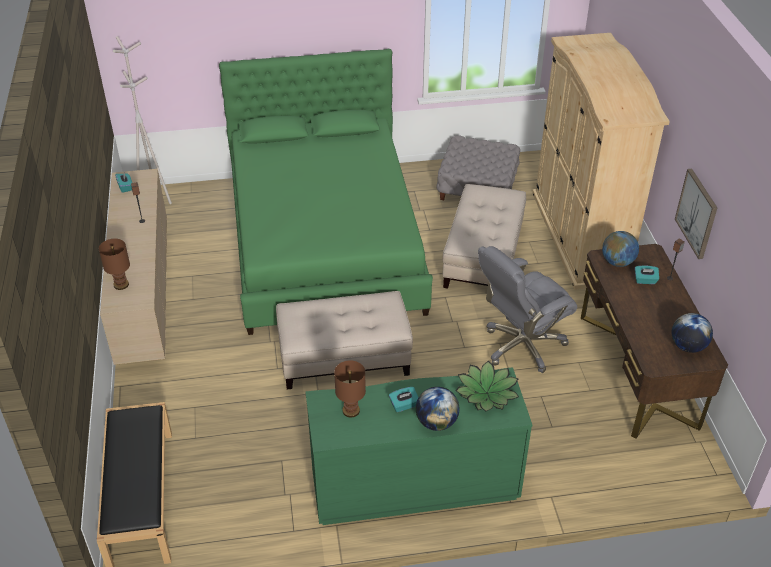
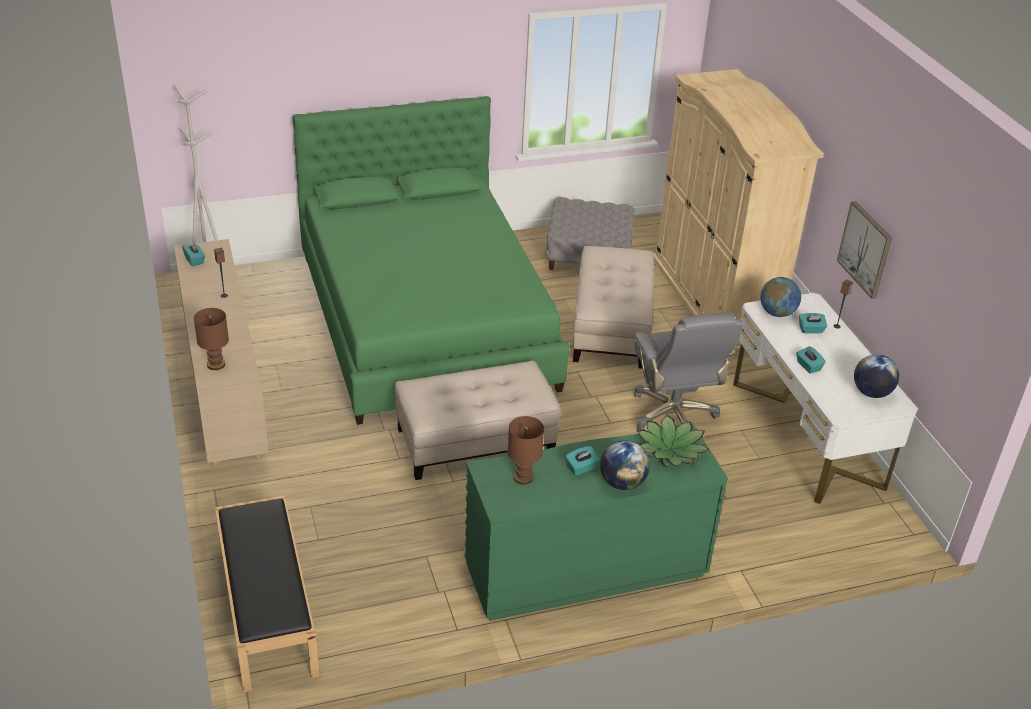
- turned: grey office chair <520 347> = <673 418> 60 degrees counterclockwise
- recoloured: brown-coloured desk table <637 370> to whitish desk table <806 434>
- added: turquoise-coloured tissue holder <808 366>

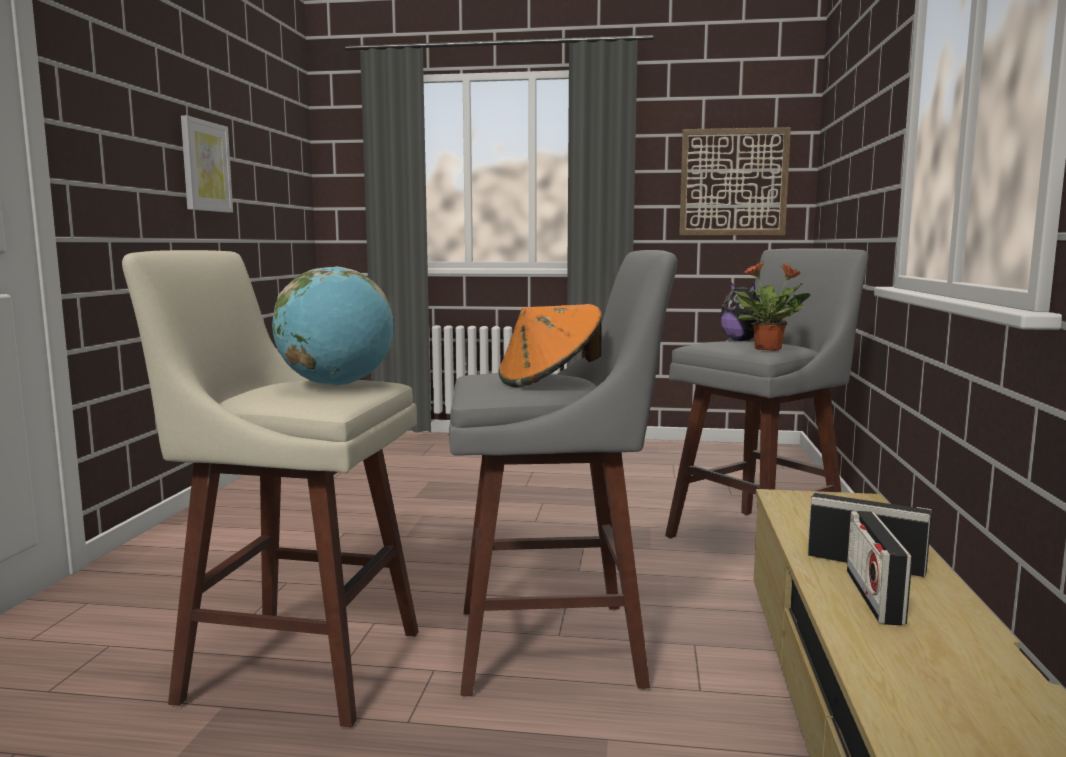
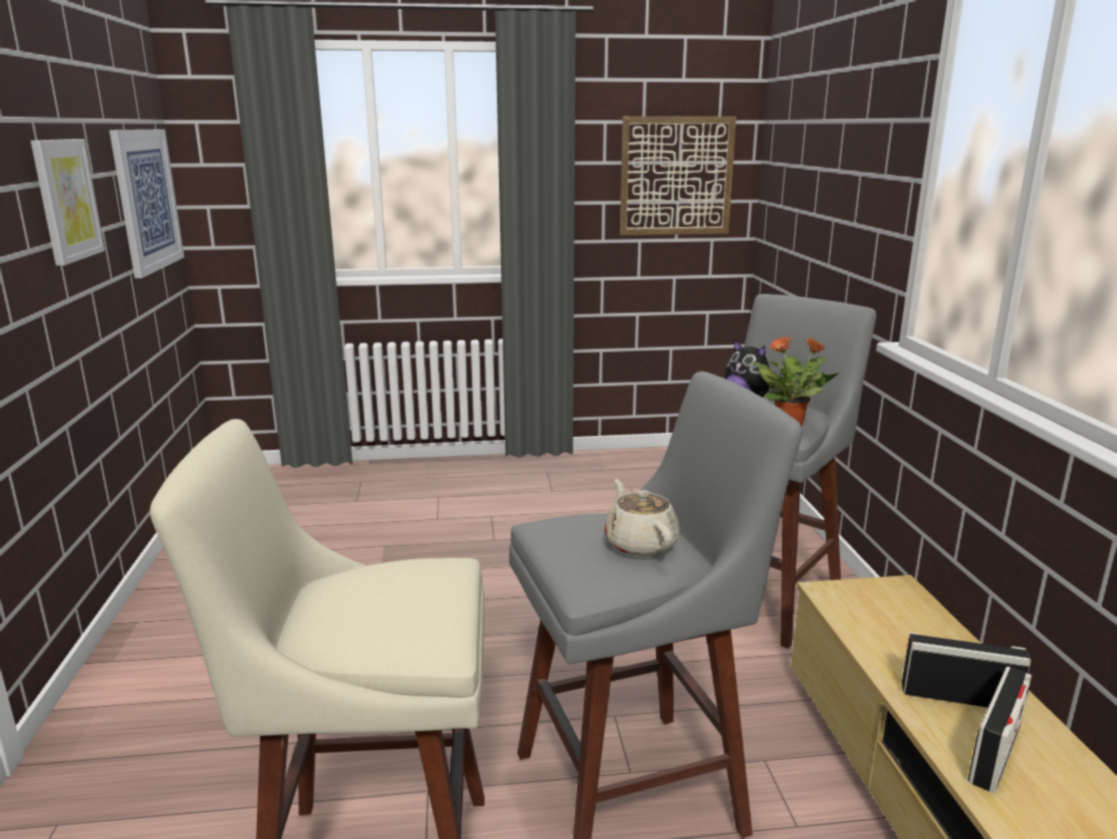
- added: picture <147 200>
- replaced: orangey clothing hat <549 382> to beige-coloured pot for tea <640 544>
- turned: radio receiver <874 597> = <994 754> 135 degrees counterclockwise
- removed: globe <337 385>

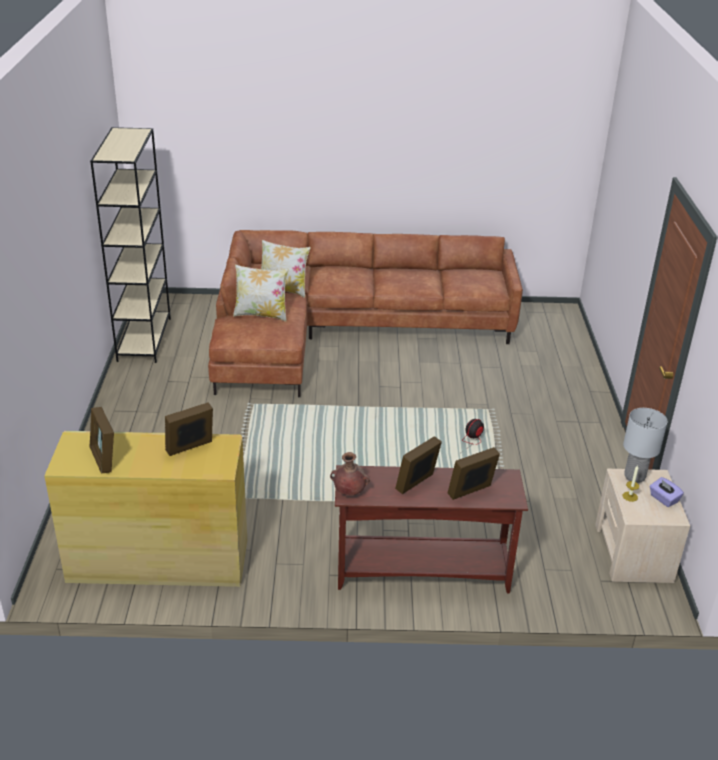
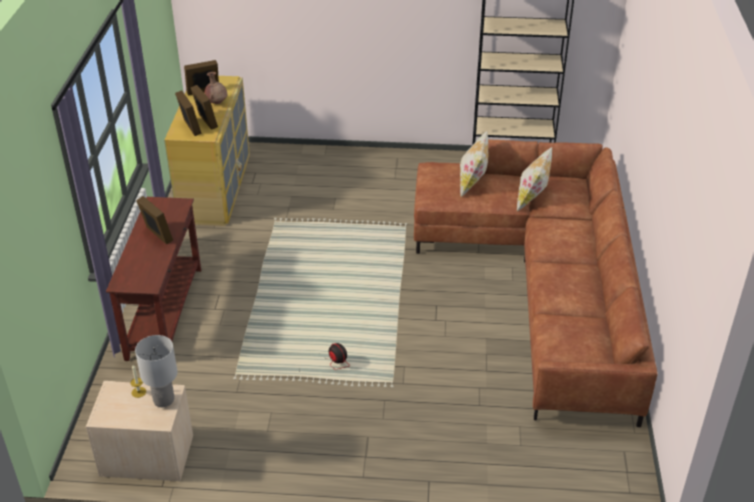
- moved: picture frame <471 492> to <190 128>
- moved: brown-coloured vase <349 491> to <217 103>
- removed: purplish tissue holder <663 499>

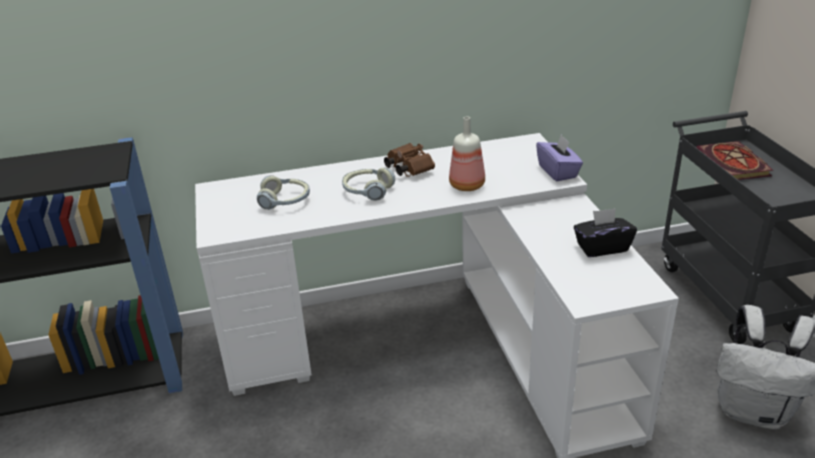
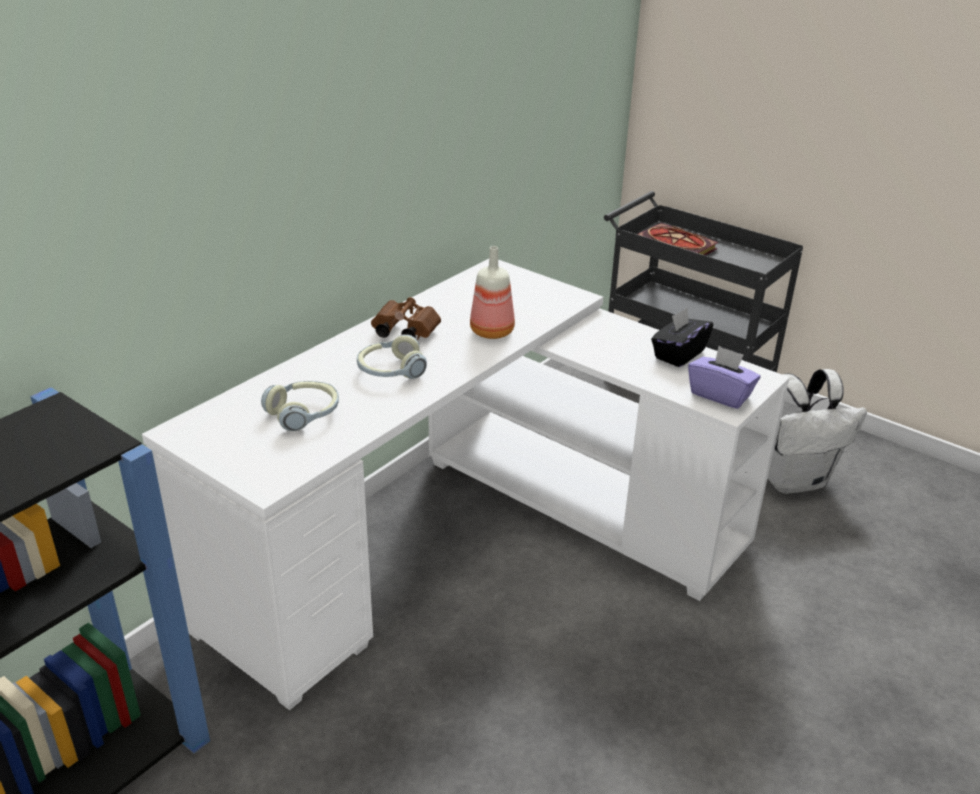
- moved: purplish tissue holder <558 171> to <720 395>

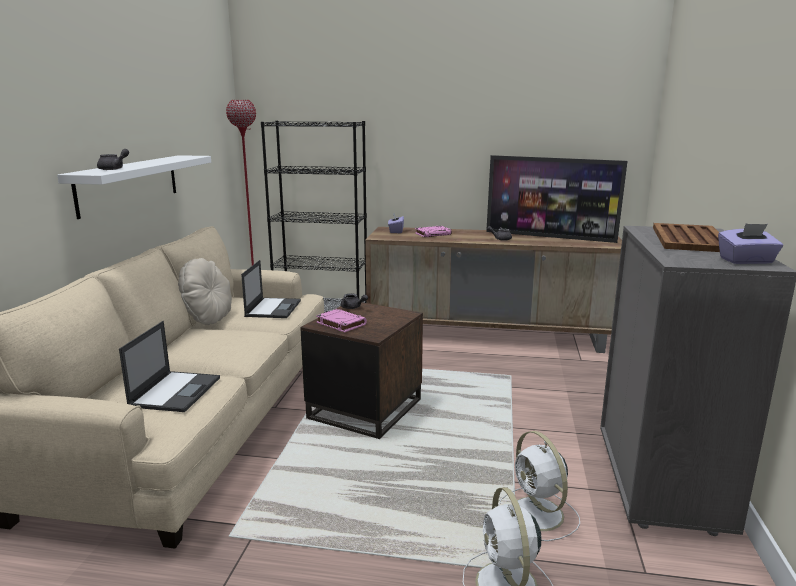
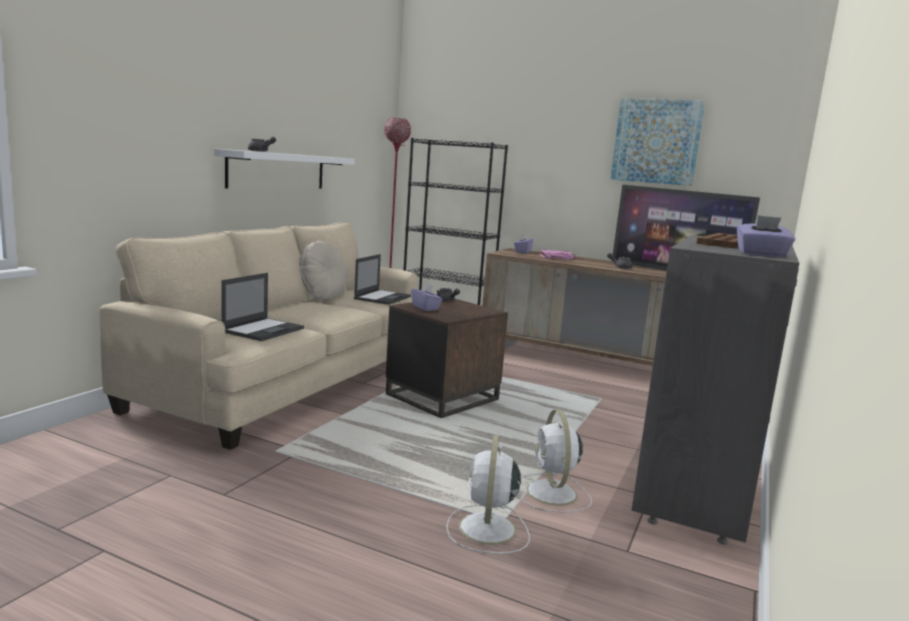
- replaced: pink bound book <340 323> to purplish tissue holder <426 308>
- added: picture <656 141>

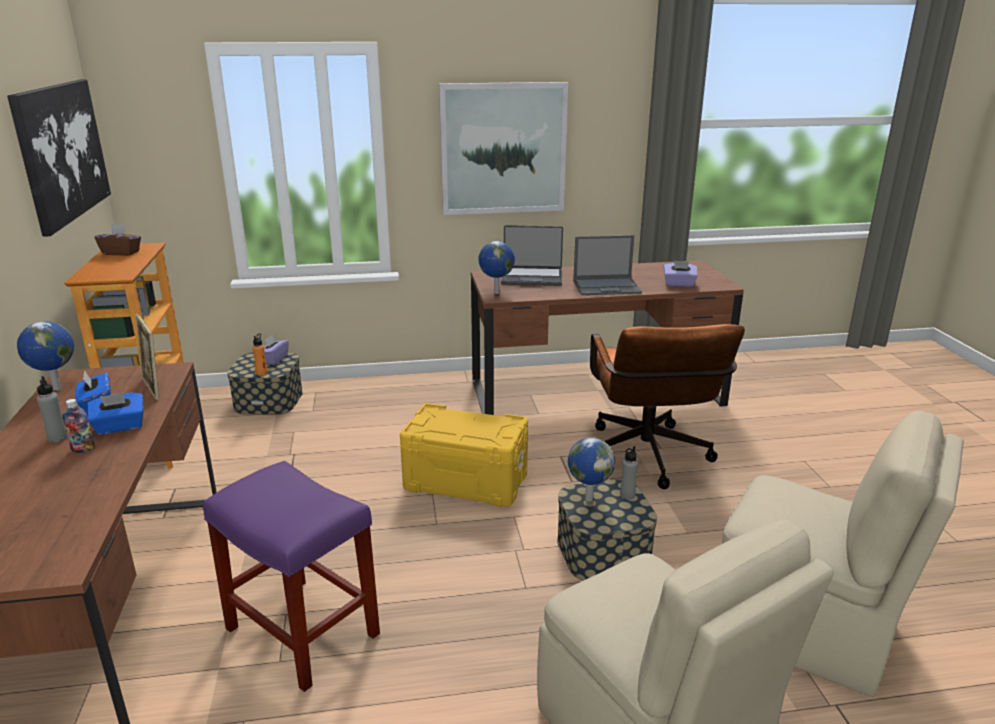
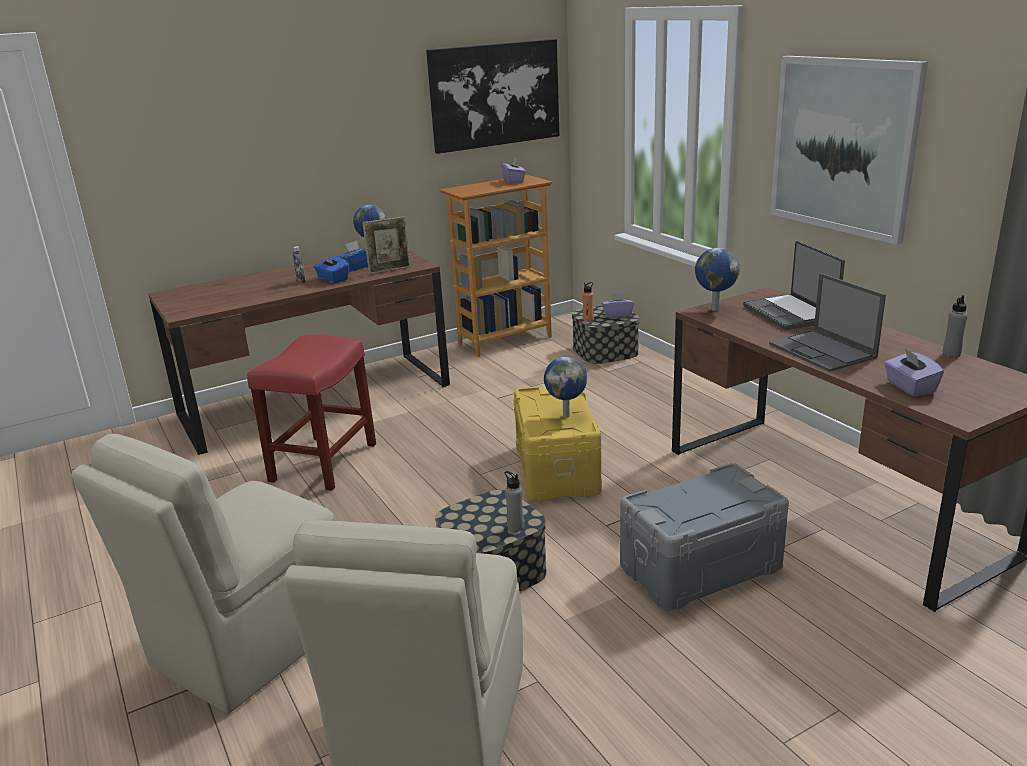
- recoloured: purplish stool <304 632> to red stool <323 463>
- turned: picture frame <153 388> = <390 270> 150 degrees counterclockwise
- recoloured: brown-coloured tissue holder <121 253> to purplish tissue holder <513 181>
- moved: globe <588 498> to <567 415>
- replaced: brown-coloured office chair <648 460> to grey storage box <699 567>
- moved: grey drink bottle <58 438> to <951 354>

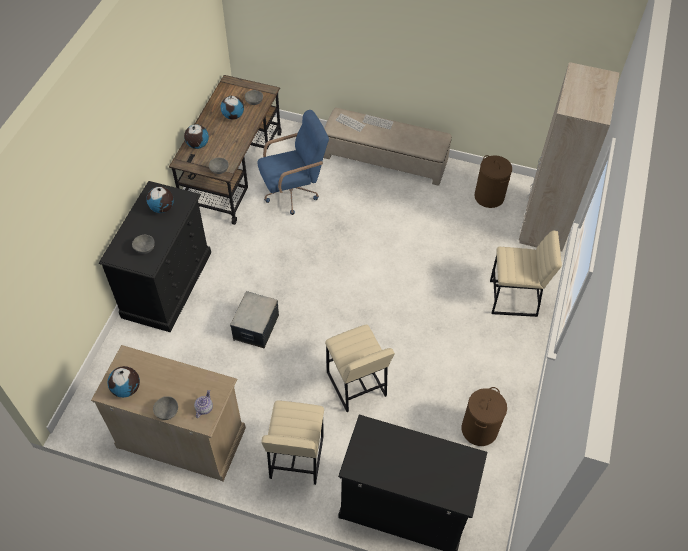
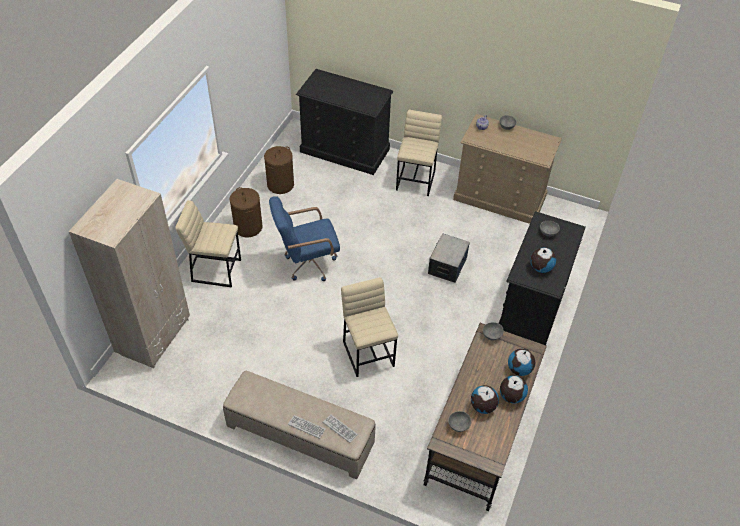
- moved: brown-coloured hamper <489 197> to <248 227>
- moved: bluish office chair <294 194> to <307 265>
- moved: beige-coloured plain chair <357 385> to <368 352>
- moved: globe <127 389> to <511 396>

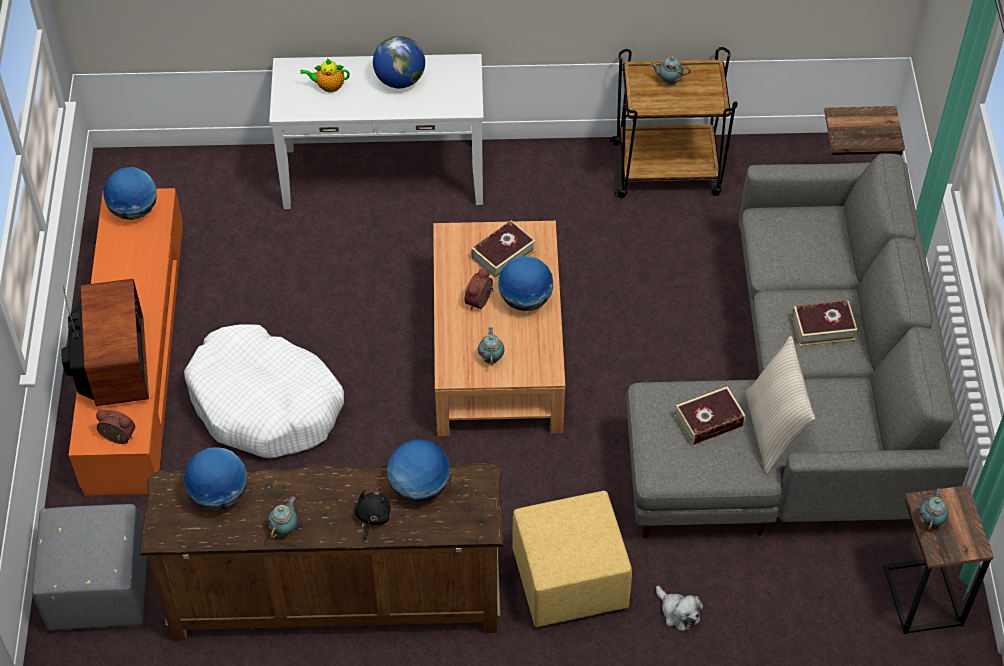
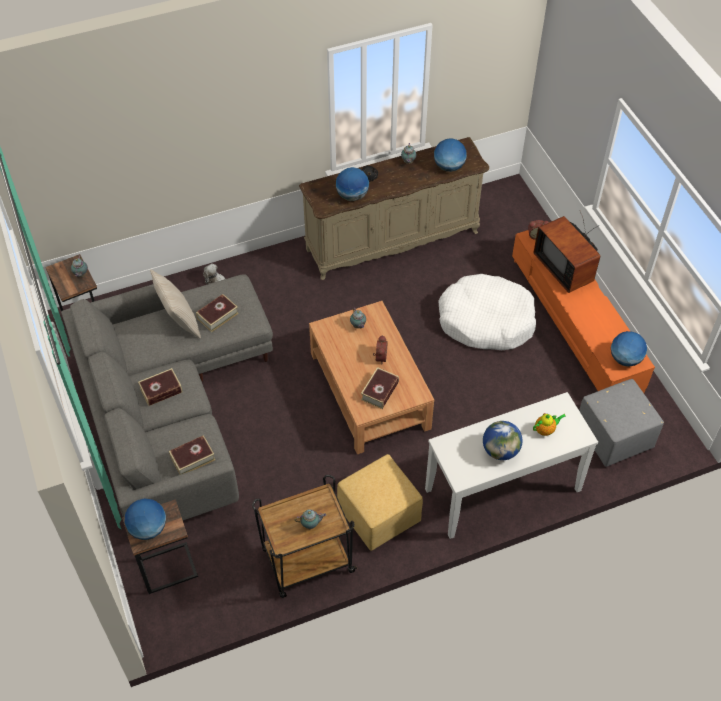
- moved: globe <525 300> to <148 528>
- added: bound book <192 458>
- moved: yellowish ottoman <569 578> to <379 516>
- moved: grey ottoman <97 588> to <615 436>

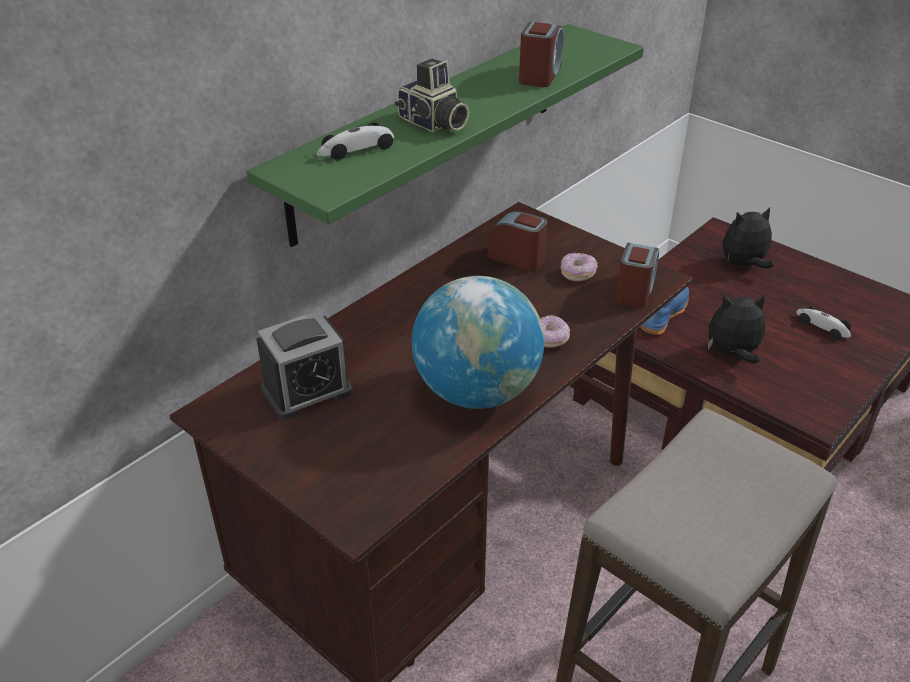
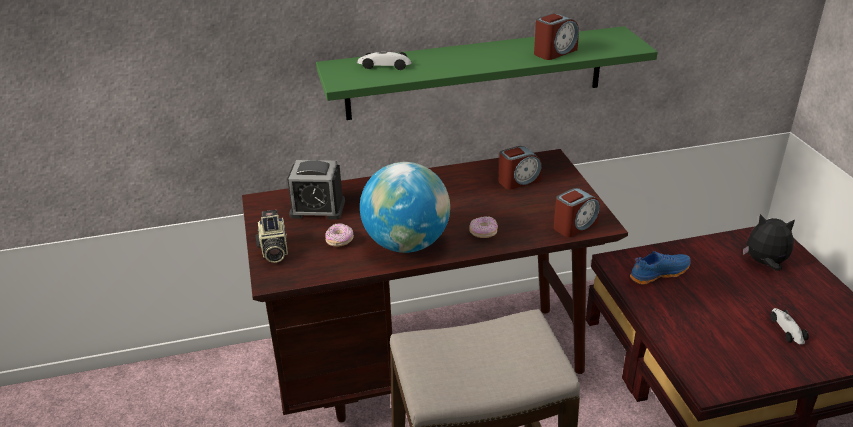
- moved: still camera <432 123> to <273 250>
- moved: donut <577 274> to <340 241>
- turned: bedside clock <517 258> = <519 181> 90 degrees clockwise
- removed: plush toy <732 354>

